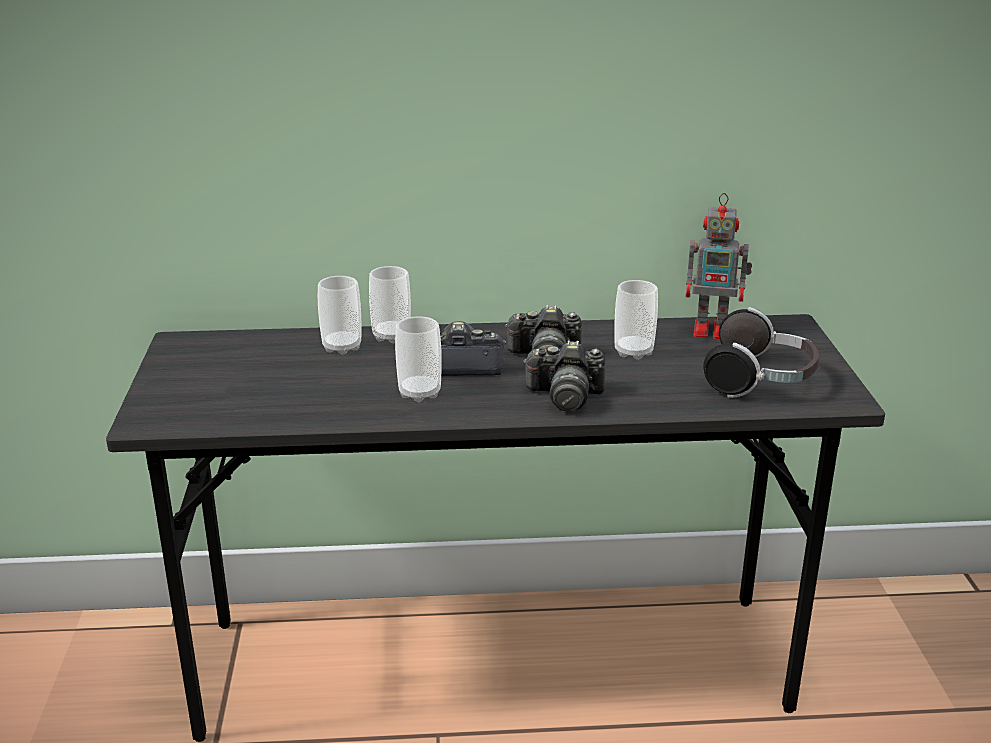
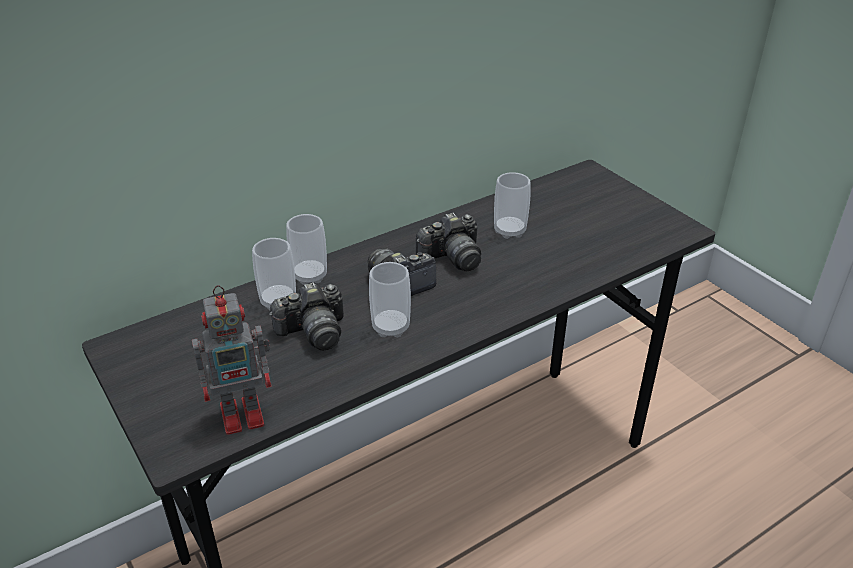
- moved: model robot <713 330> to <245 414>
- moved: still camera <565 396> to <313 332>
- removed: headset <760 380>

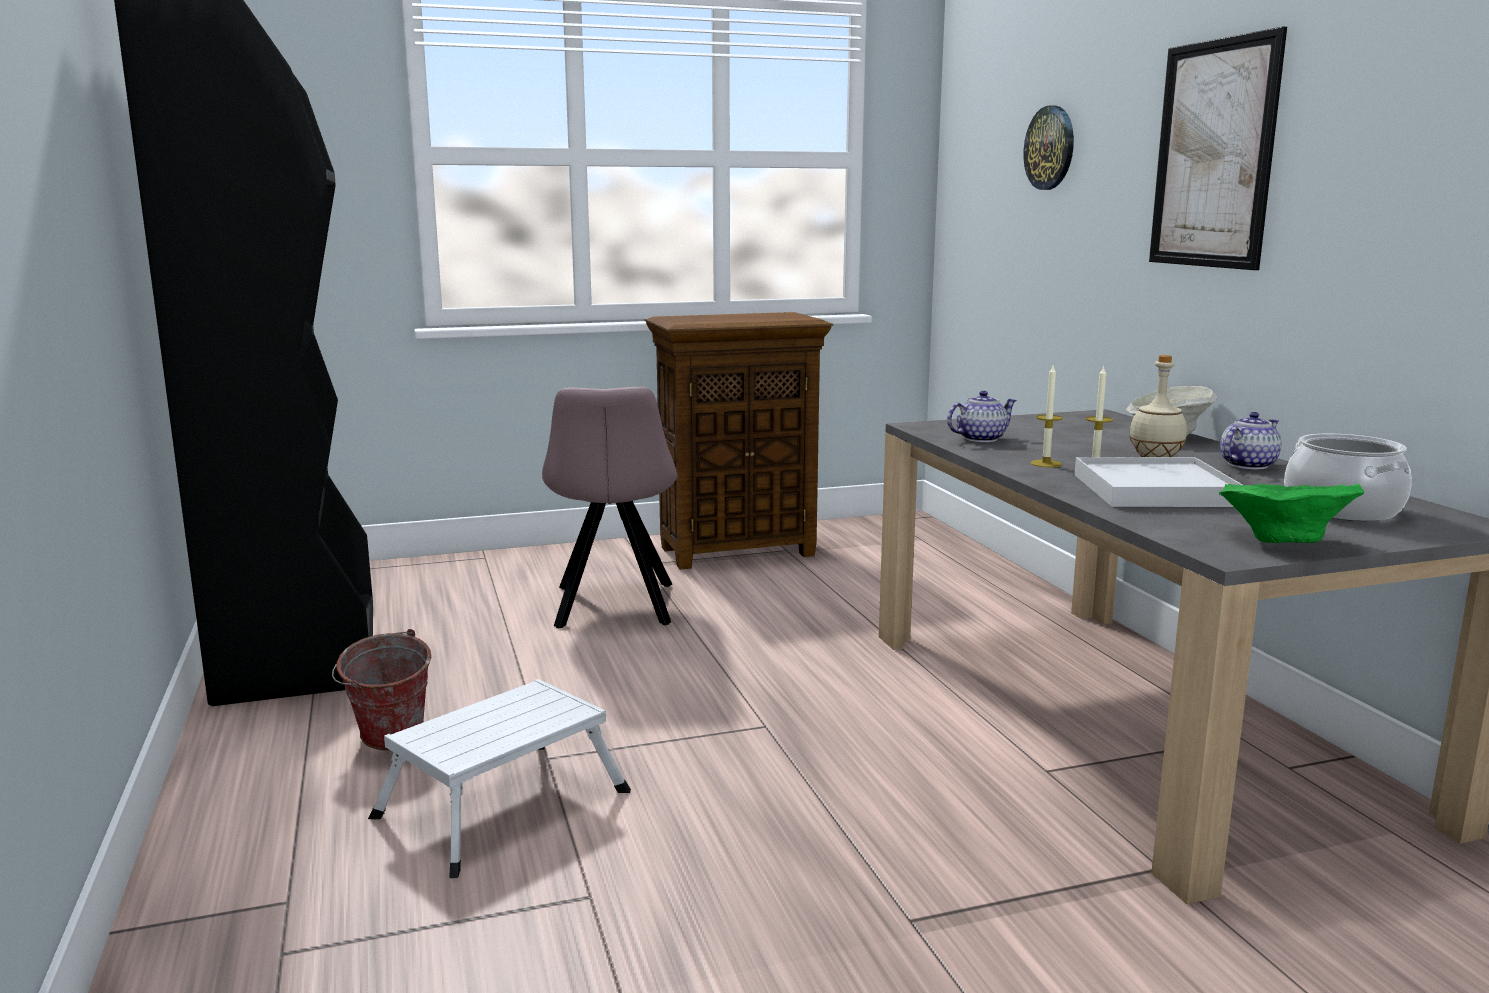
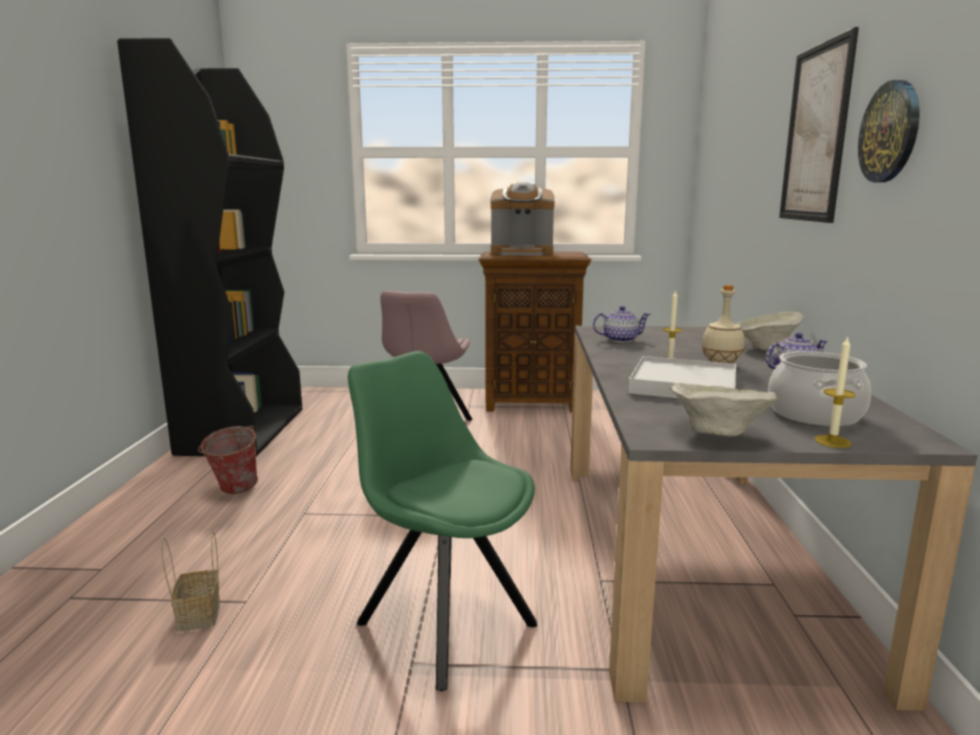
- added: basket <198 614>
- added: green plain chair <444 624>
- added: coffee maker <522 253>
- recoloured: green serving bowl <1283 542> to beige-coloured serving bowl <717 433>
- moved: wax candle <1046 463> to <832 441>
- moved: clock on the wall <1050 148> to <890 132>
- removed: whitish step ladder <501 804>

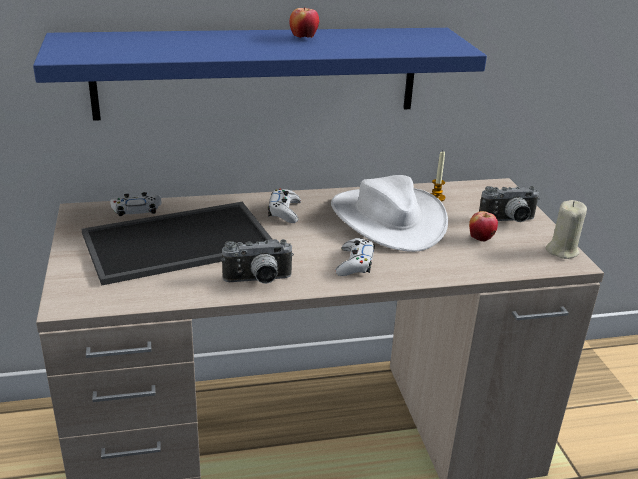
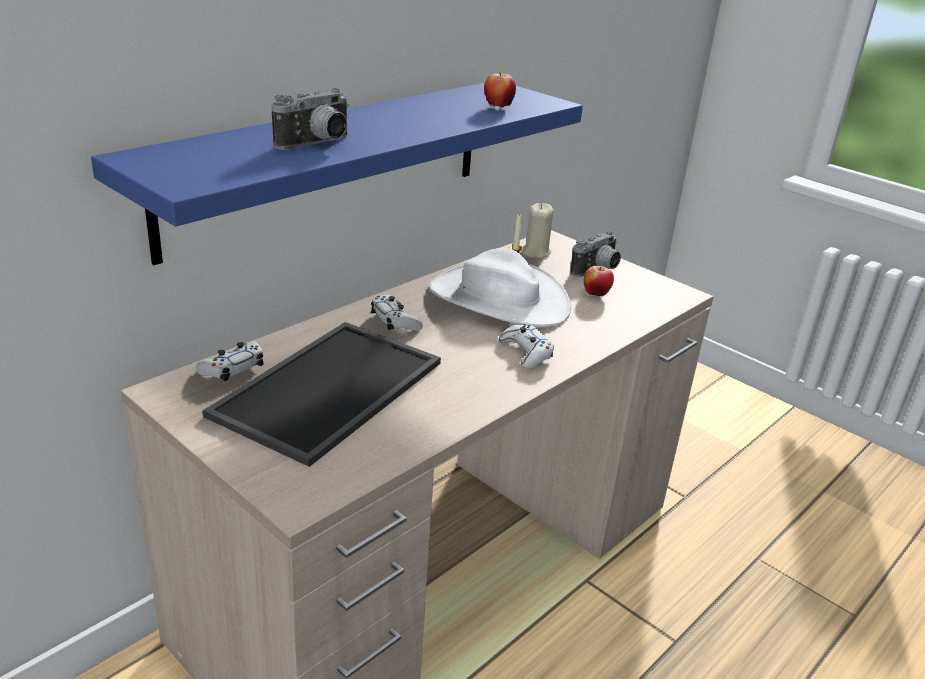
- moved: still camera <258 281> to <318 145>
- moved: apple <303 38> to <498 107>
- moved: beige-coloured wax candle <562 250> to <535 252>

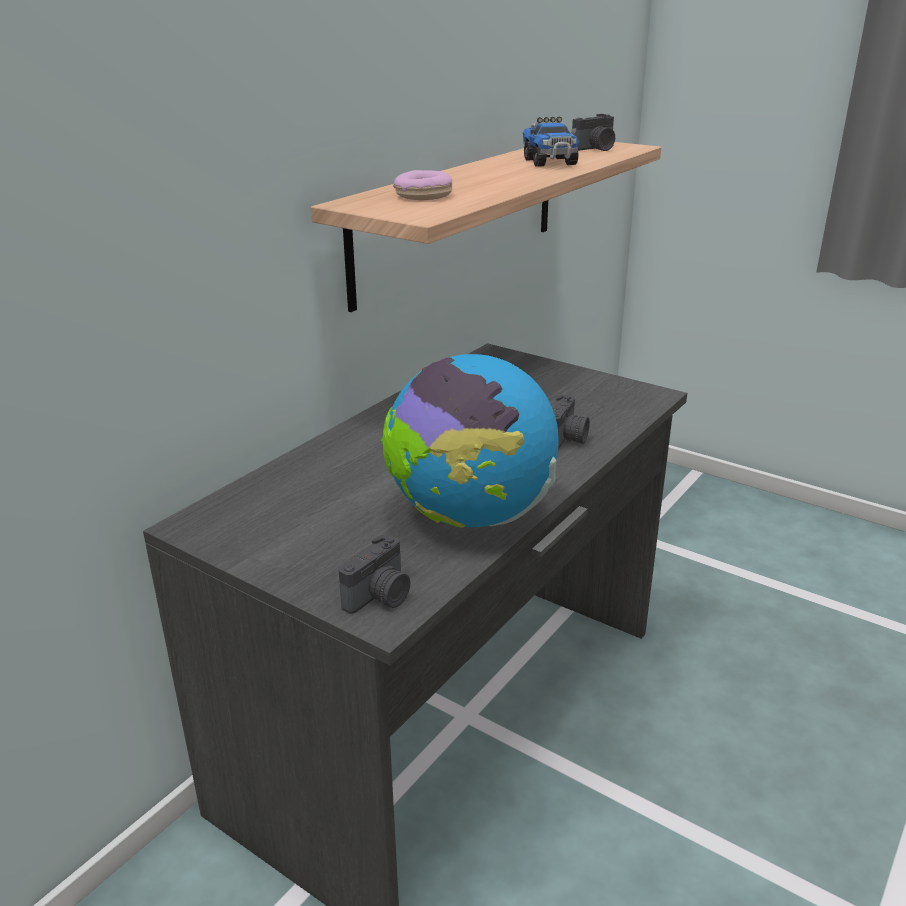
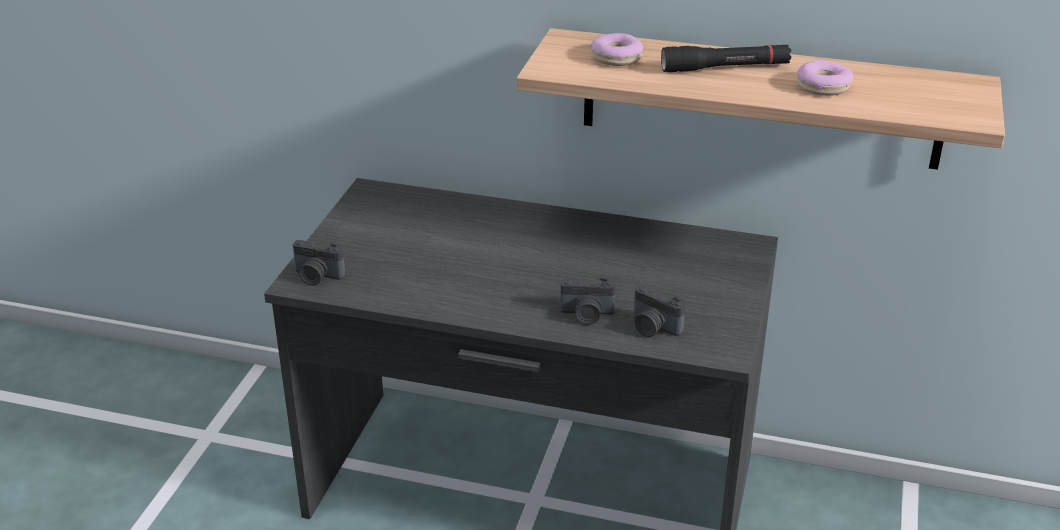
- moved: still camera <596 149> to <653 328>
- added: blackish torch <725 68>
- replaced: model truck <549 162> to donut <823 87>
- removed: globe <470 516>

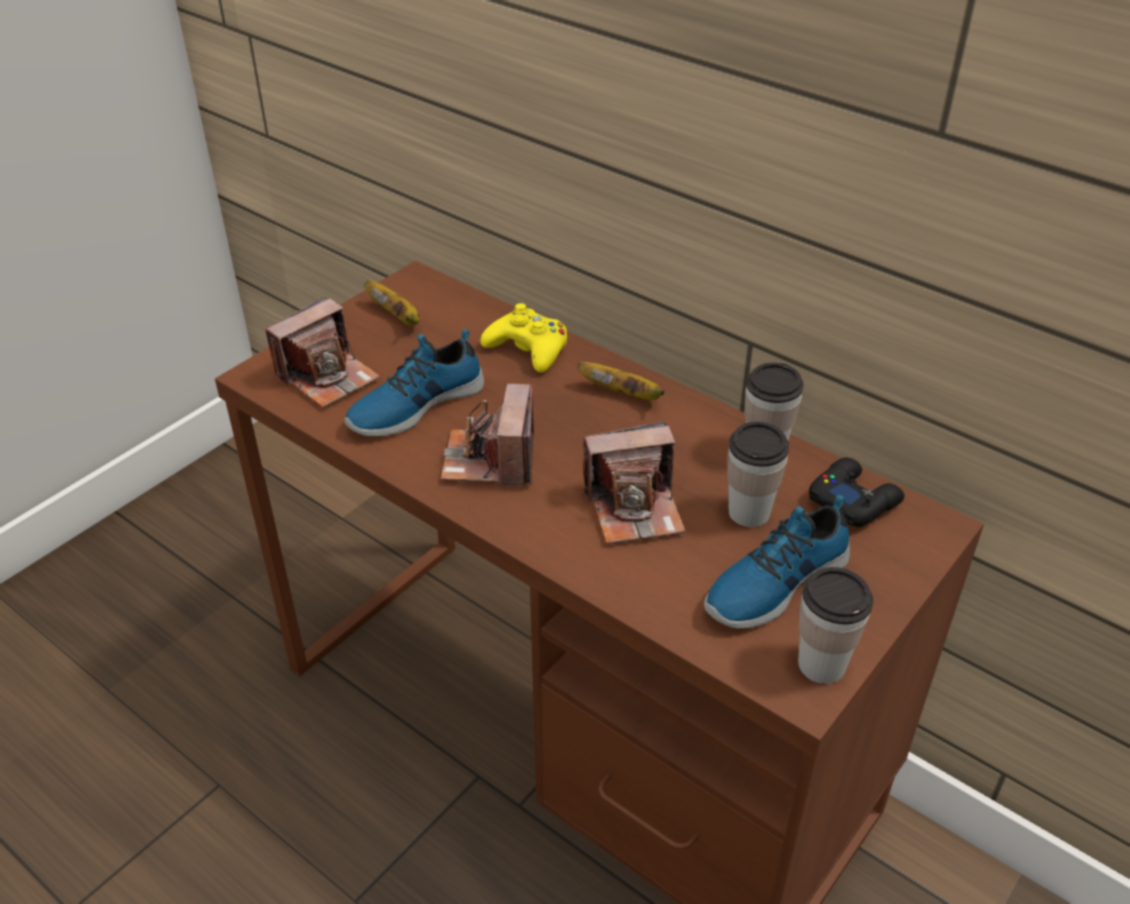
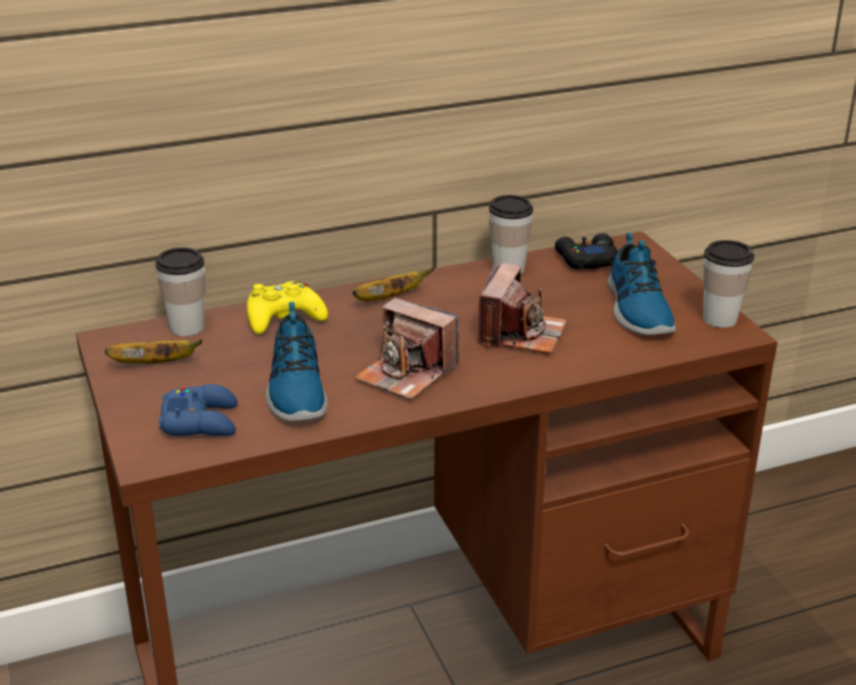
- moved: small cup <749 512> to <187 327>
- replaced: still camera <327 377> to bluish game controller <201 421>

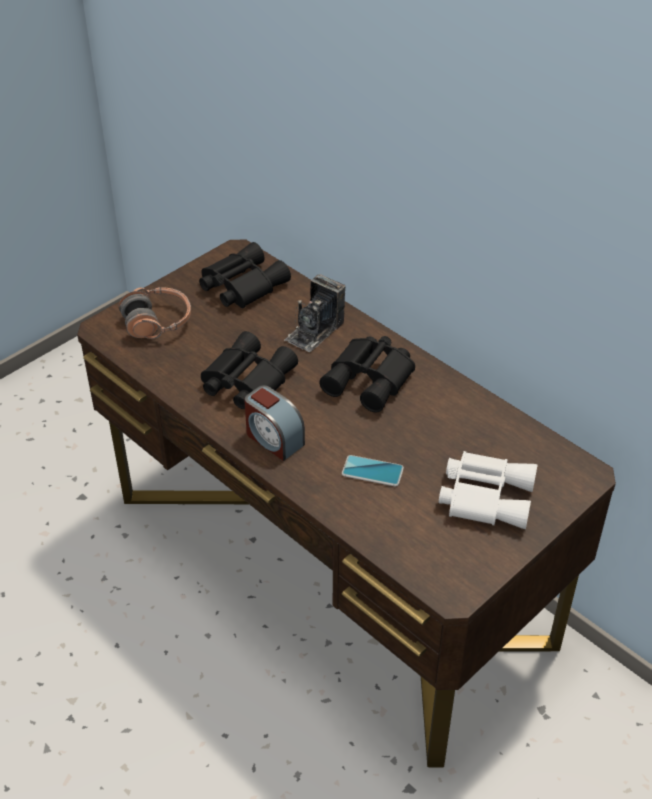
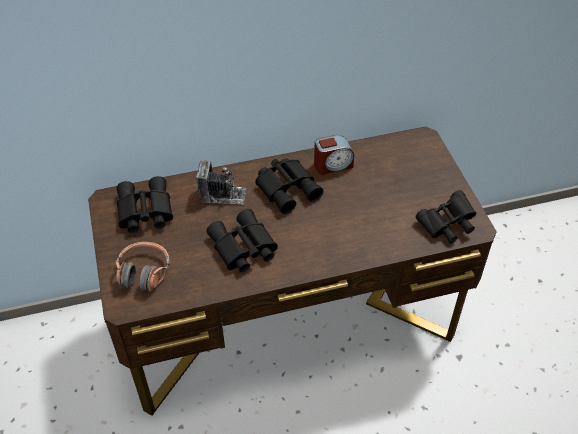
- turned: still camera <315 331> = <223 195> 60 degrees counterclockwise
- moved: bedside clock <273 439> to <333 165>
- added: blackish field glasses <447 225>
- removed: telephone <372 471>
- removed: whitish field glasses <485 495>

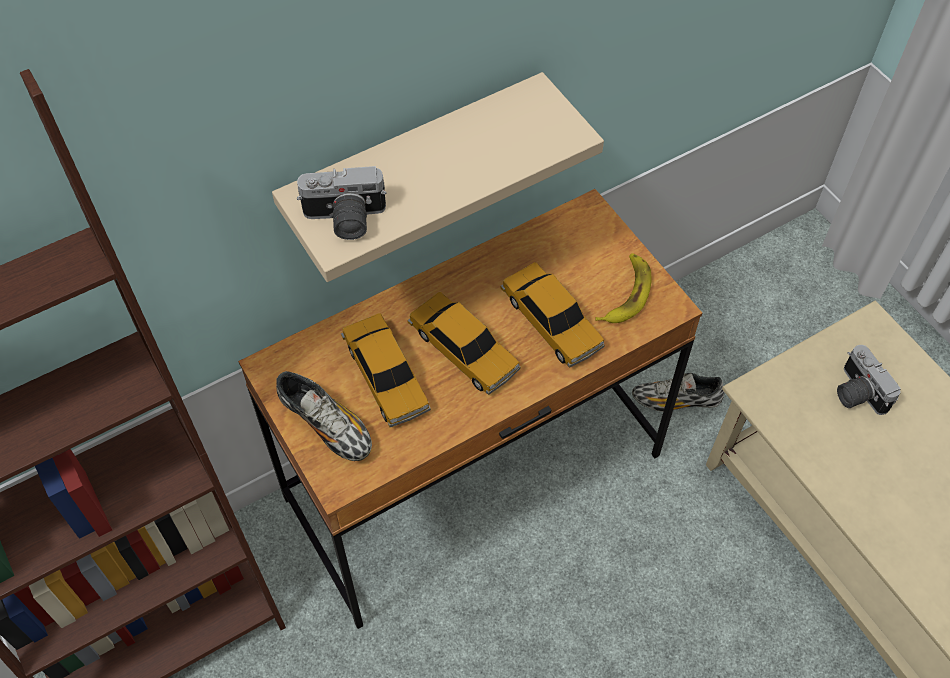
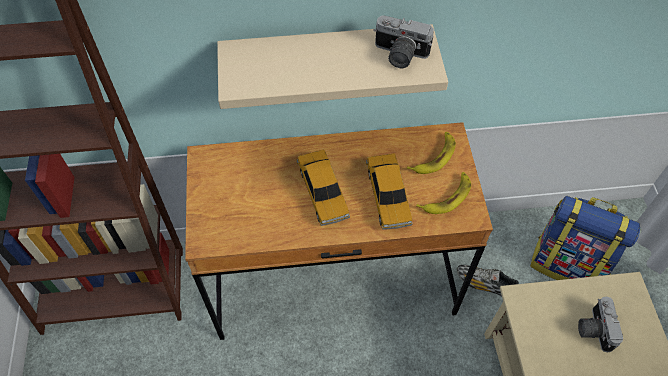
- moved: still camera <344 220> to <399 55>
- added: whole banana <434 156>
- added: backpack <567 263>
- removed: shoe <326 425>
- removed: model car <386 377>

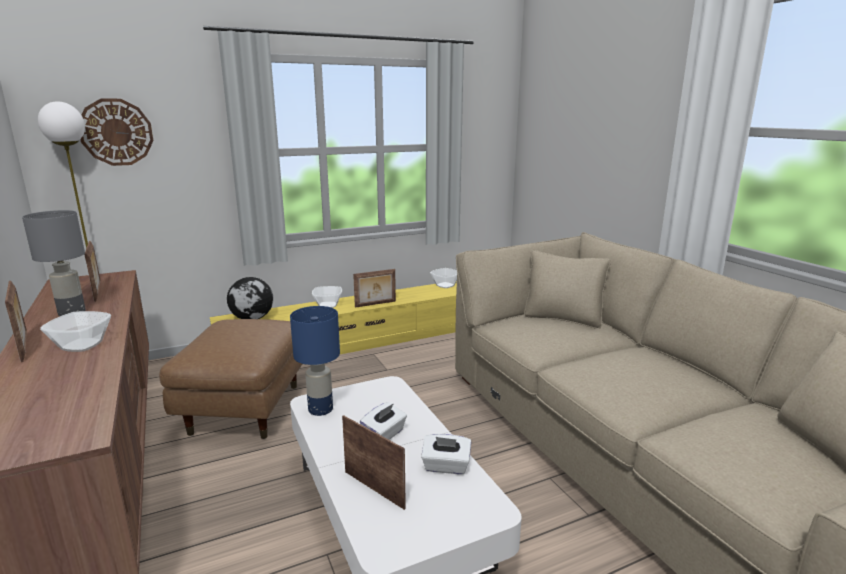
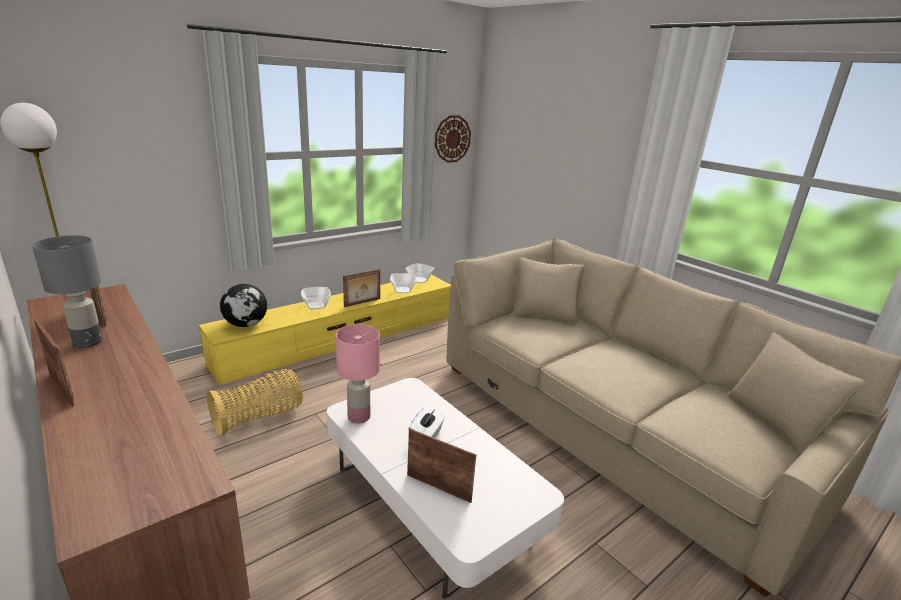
- replaced: brown-coloured ottoman <245 410> to basket <259 417>
- recoloured: bluish table lamp <320 409> to pink table lamp <359 416>
- moved: serving bowl <83 345> to <403 290>
- moved: clock on the wall <116 132> to <452 139>
- removed: whitish tissue holder <446 466>

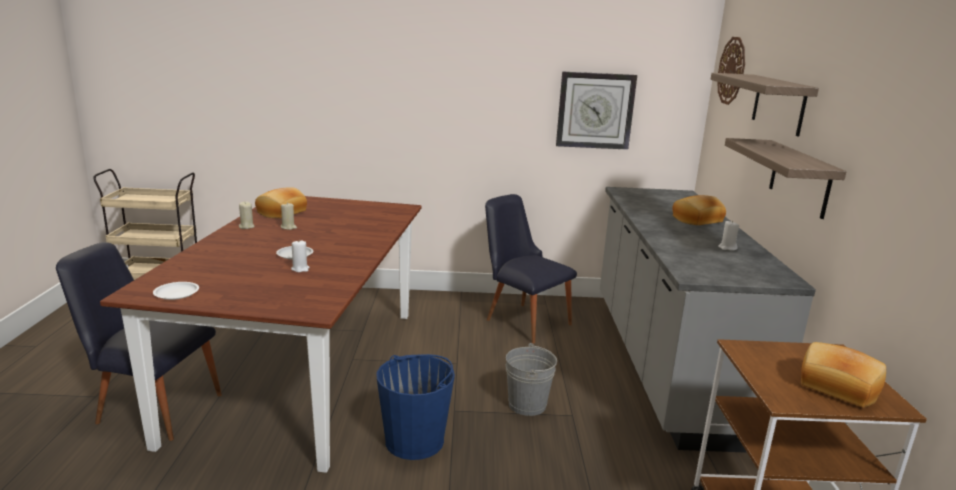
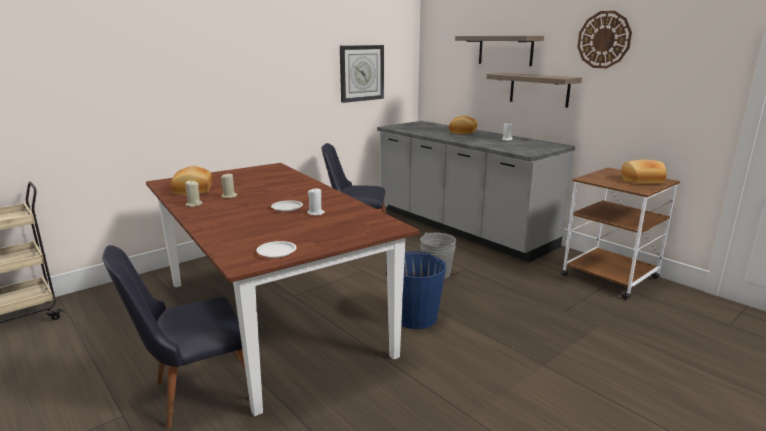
- moved: clock on the wall <732 70> to <604 40>

